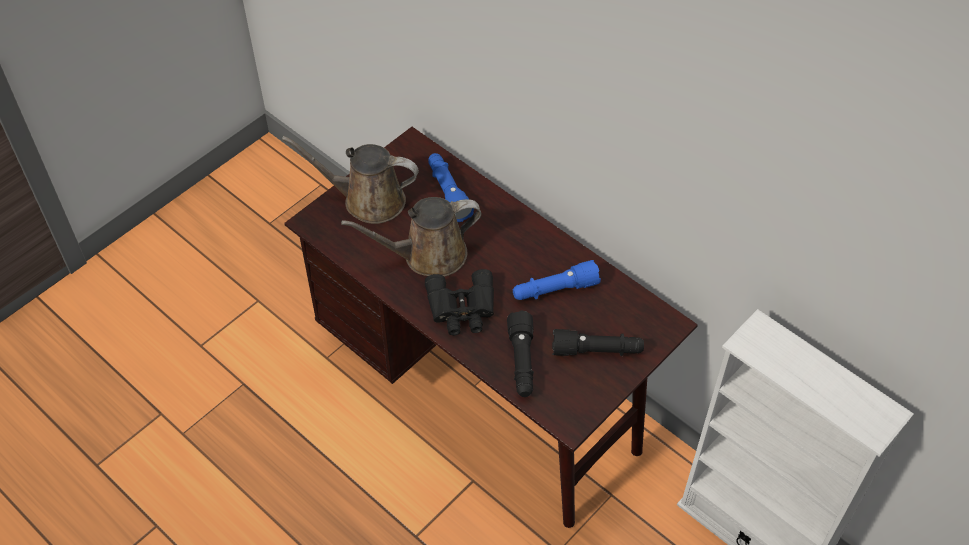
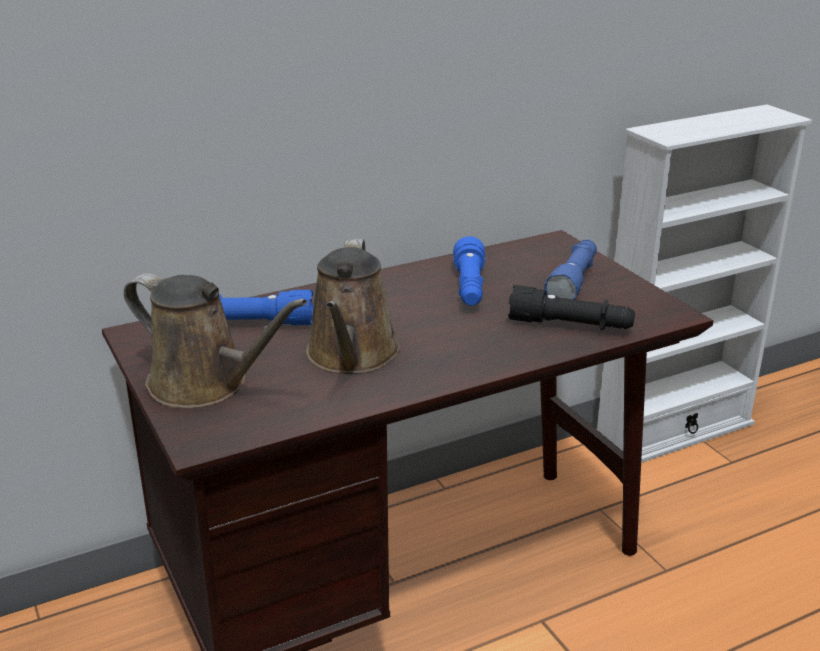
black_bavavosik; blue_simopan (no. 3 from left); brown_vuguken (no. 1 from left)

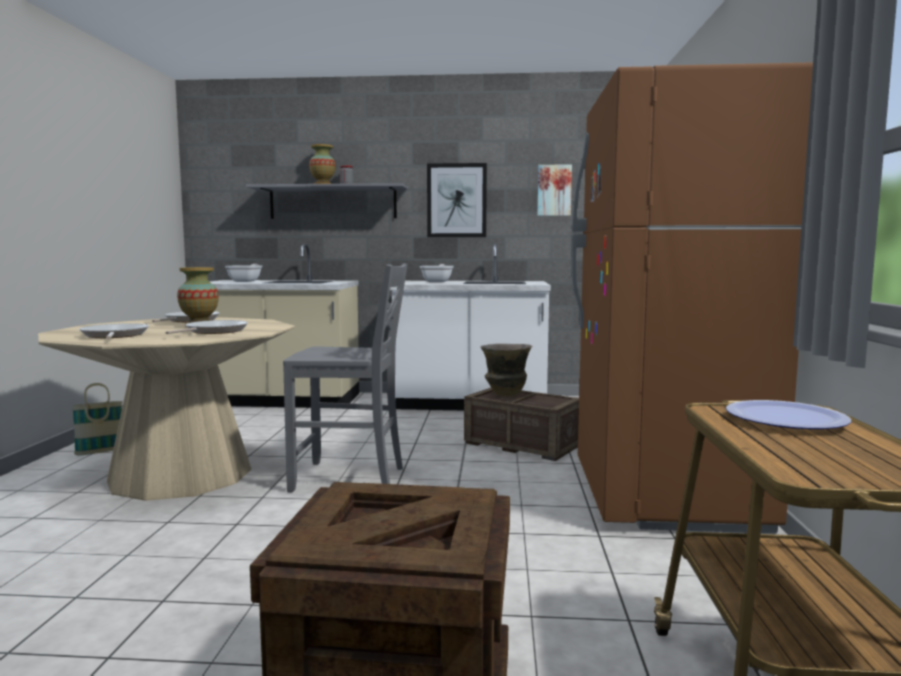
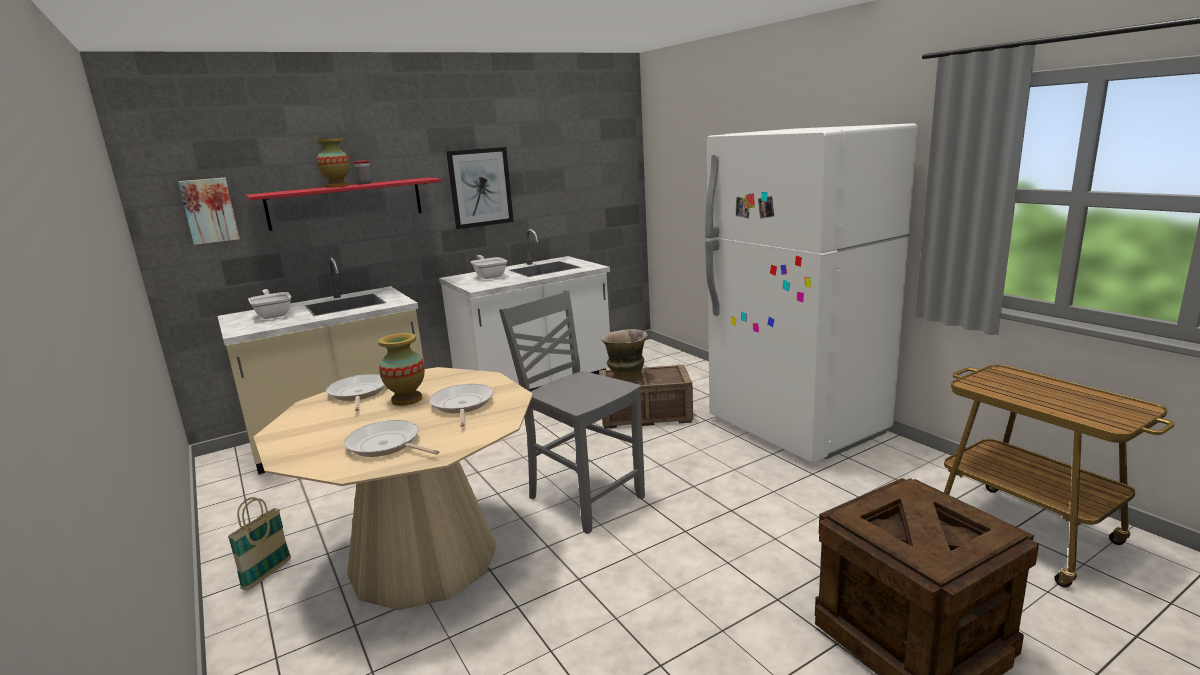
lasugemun; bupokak (no. 1 from left); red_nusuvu; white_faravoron; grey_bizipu

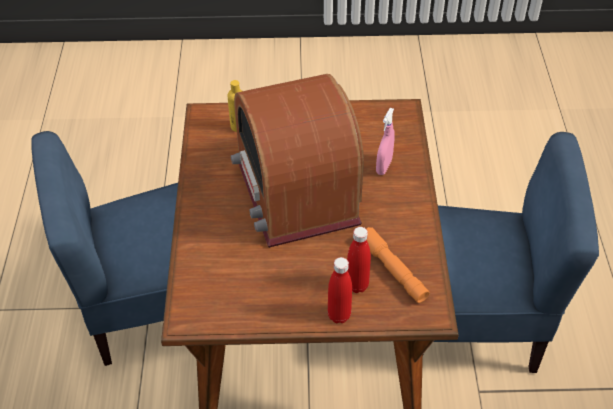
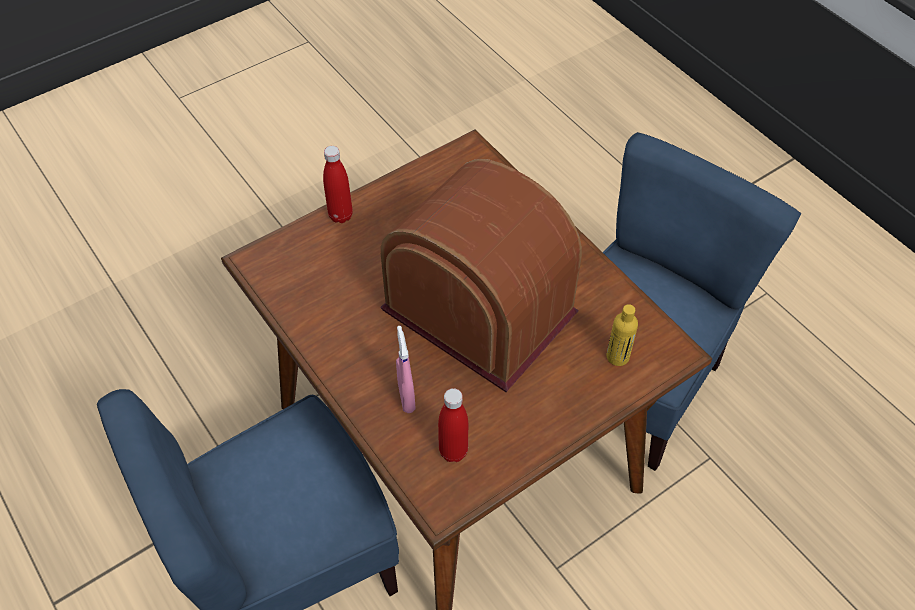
orange_simopan; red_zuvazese (no. 2 from left)

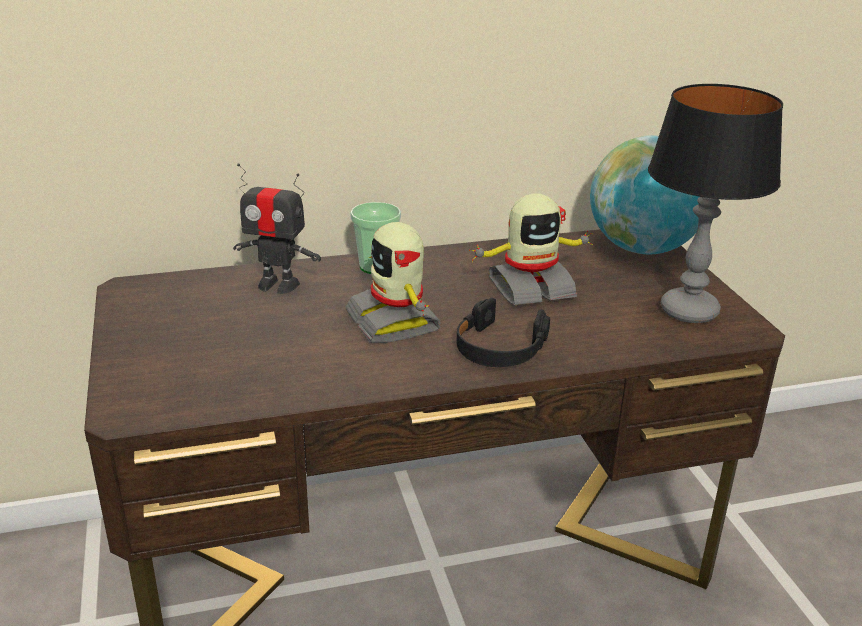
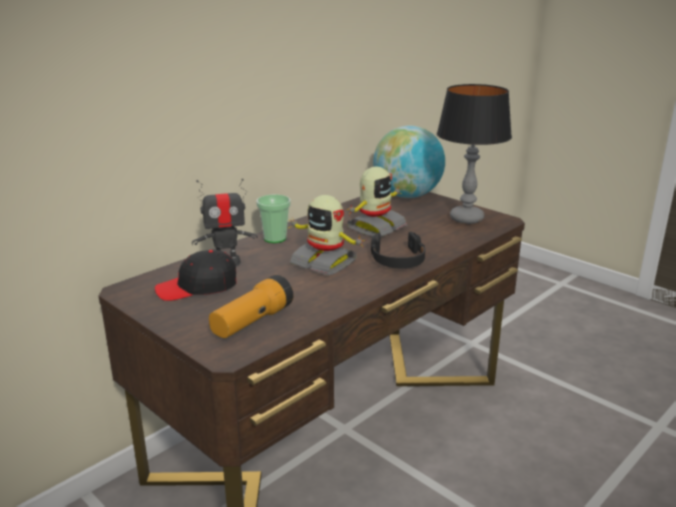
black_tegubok; simopan

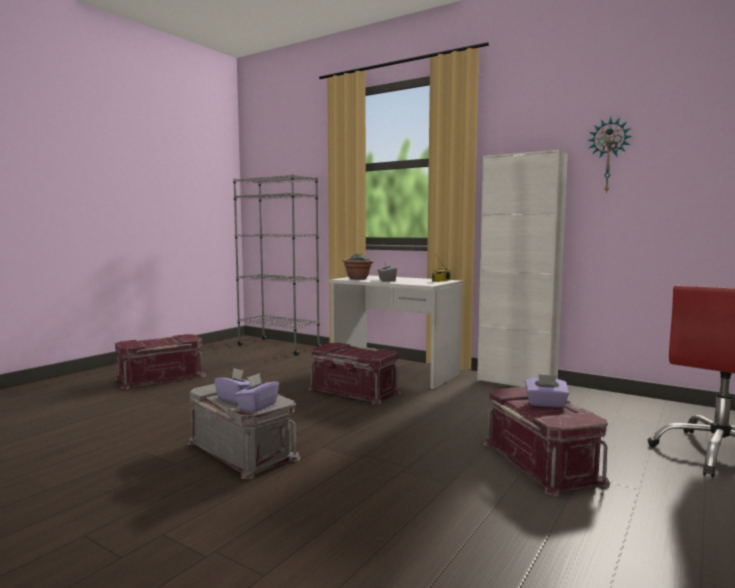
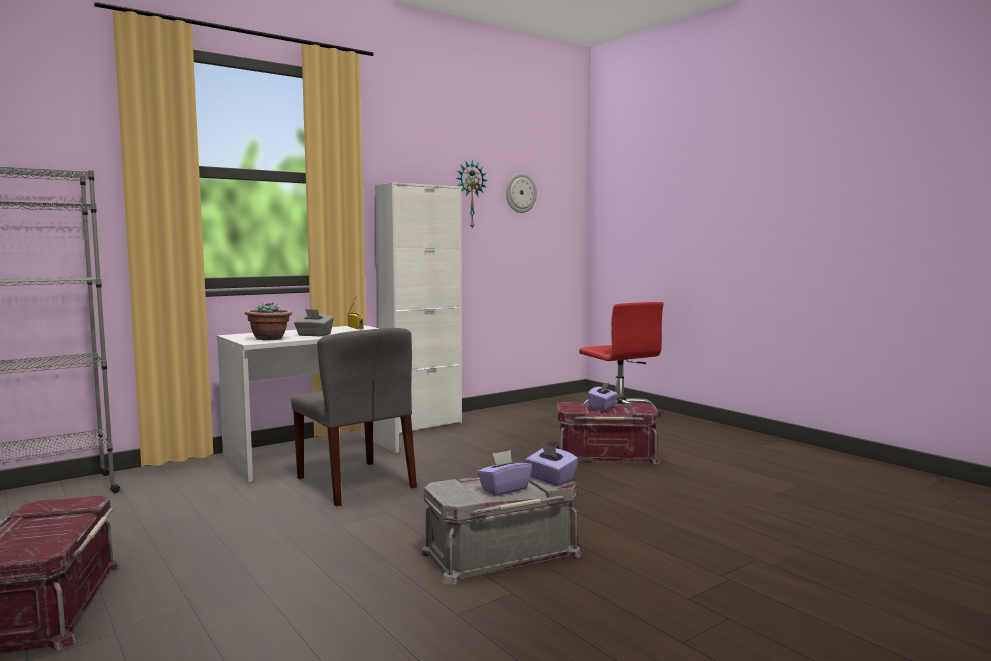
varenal (no. 2 from left); grey_bizipu

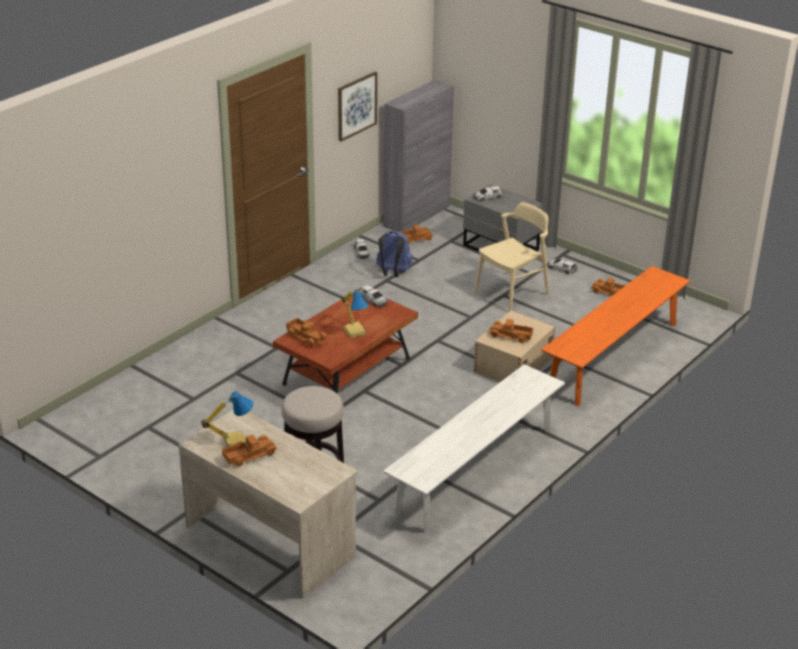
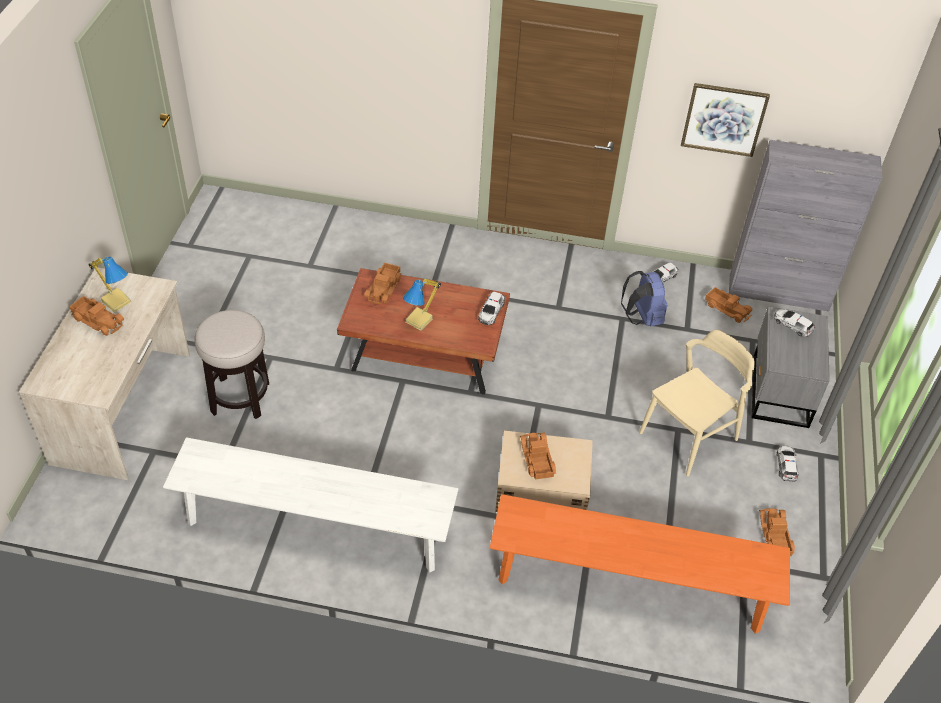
beige_bizipu

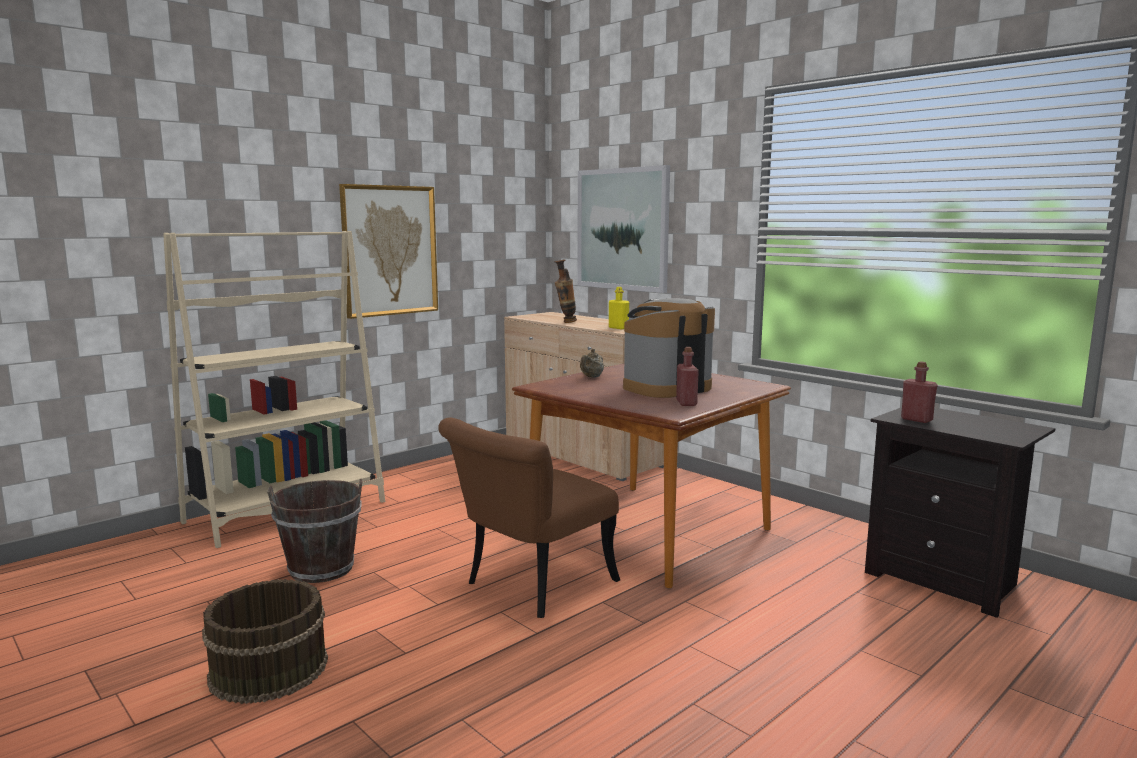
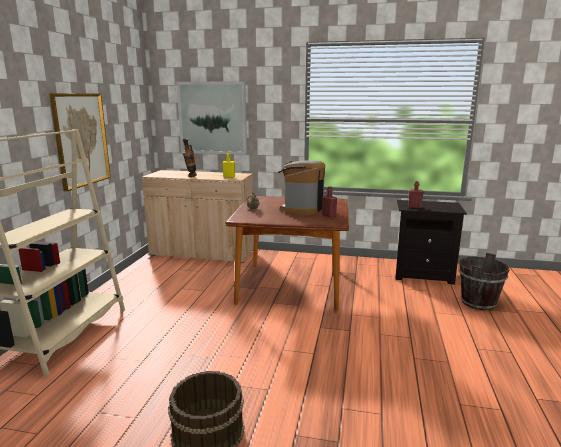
brown_bizipu; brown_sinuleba (no. 2 from left)

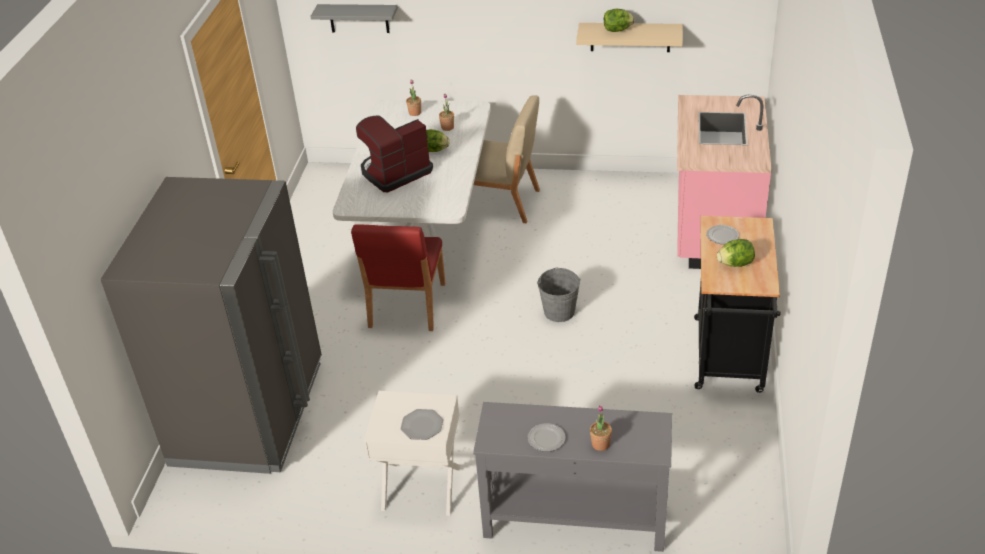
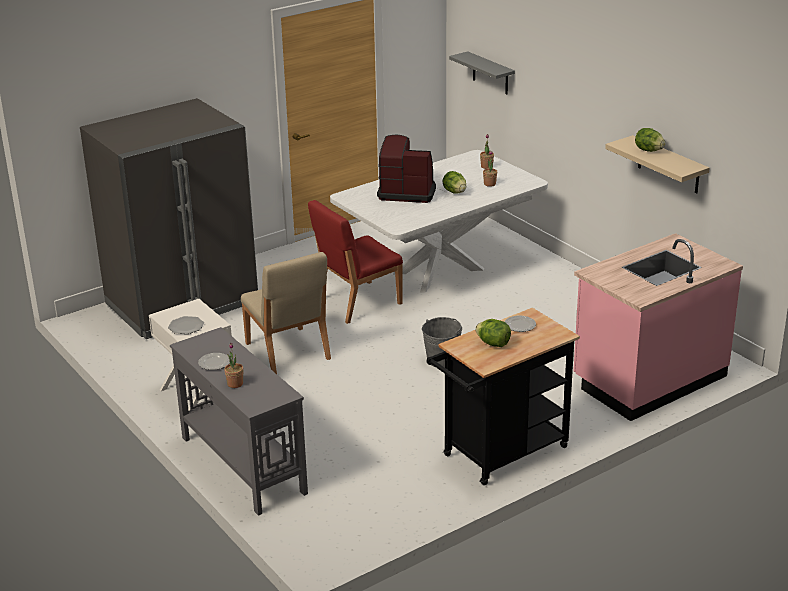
beige_bizipu

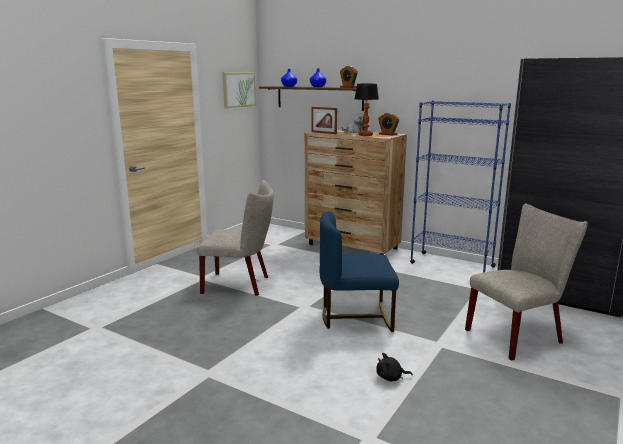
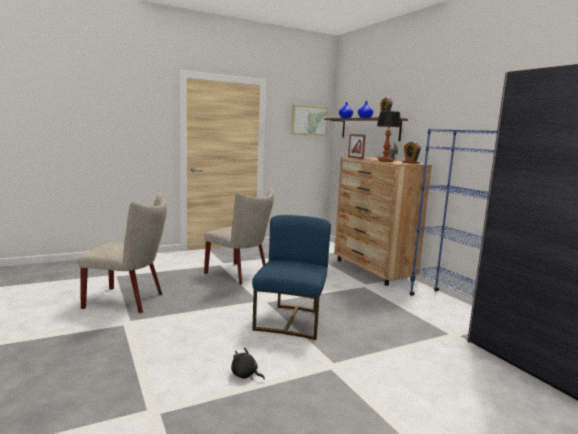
beige_bizipu (no. 1 from left); blue_bizipu

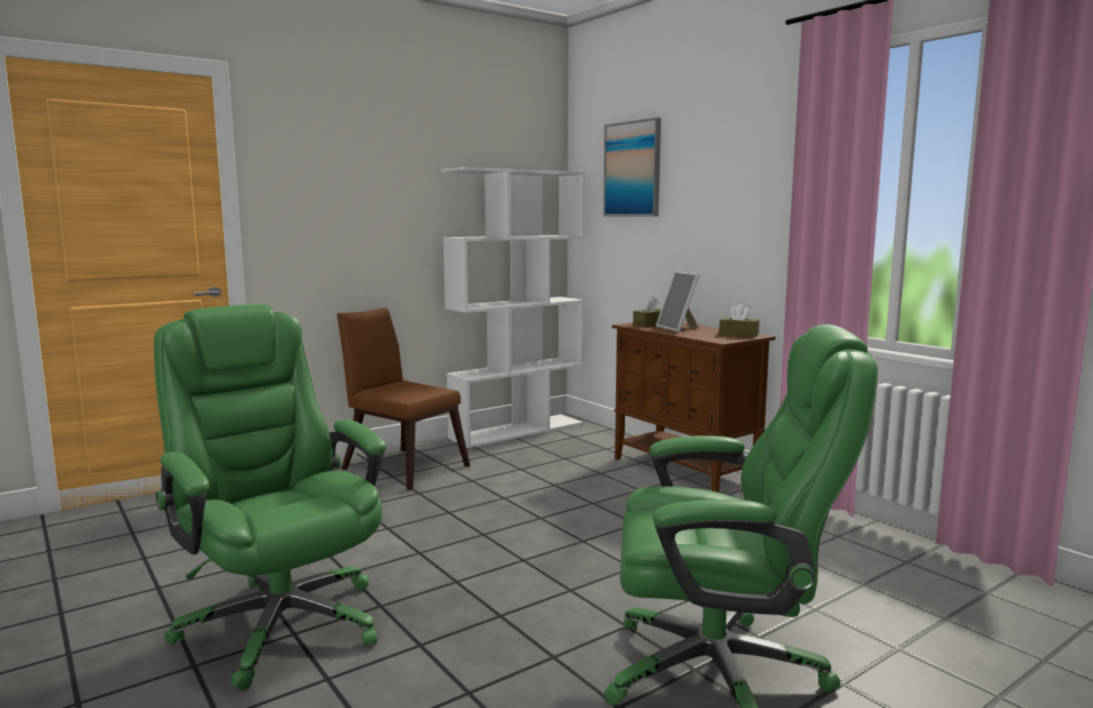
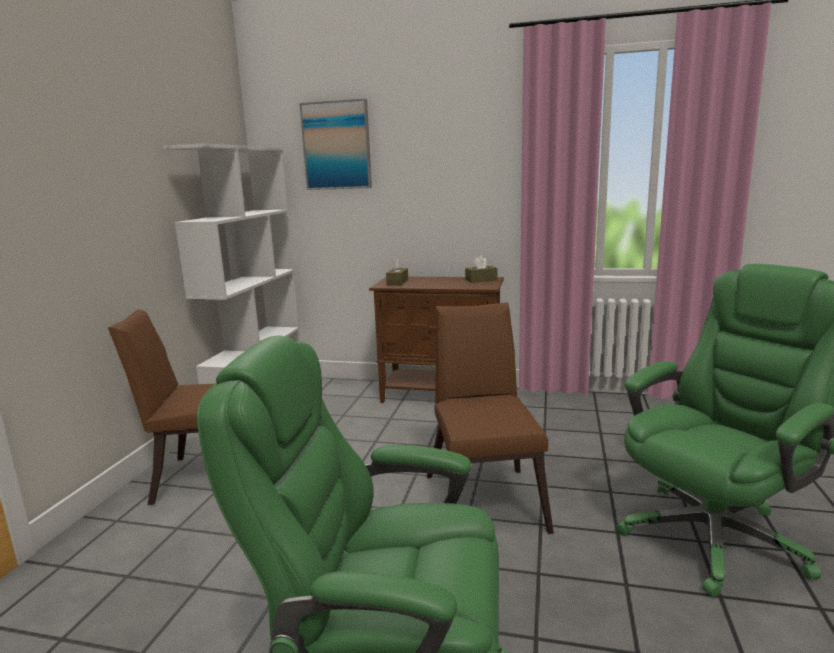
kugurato; brown_bizipu (no. 2 from left)

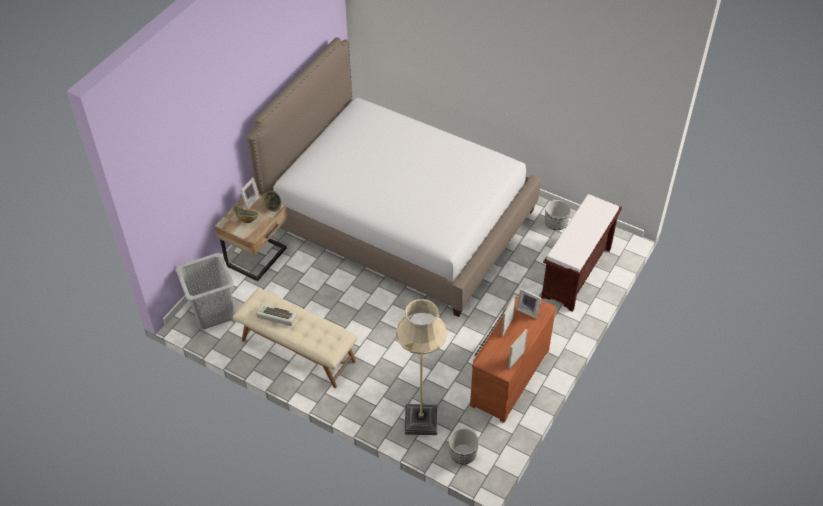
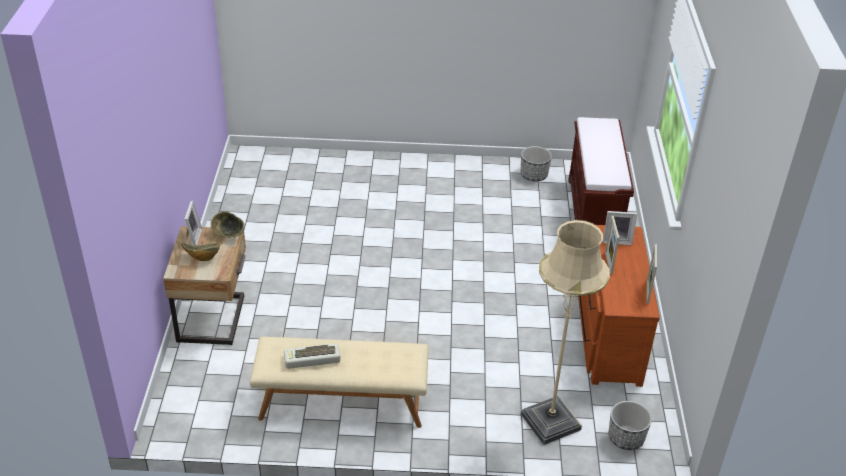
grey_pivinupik; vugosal

